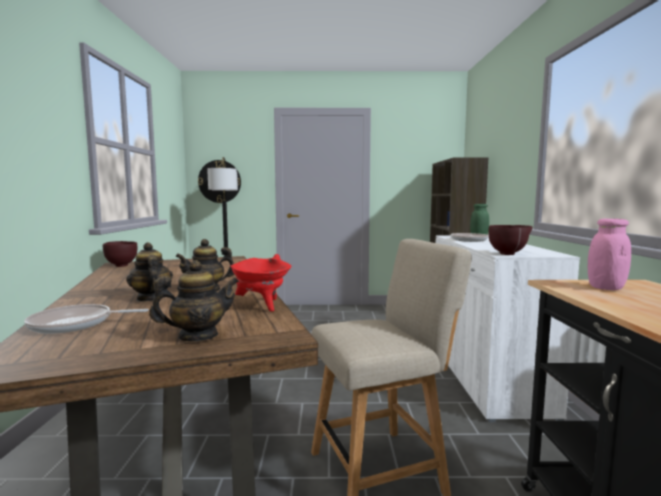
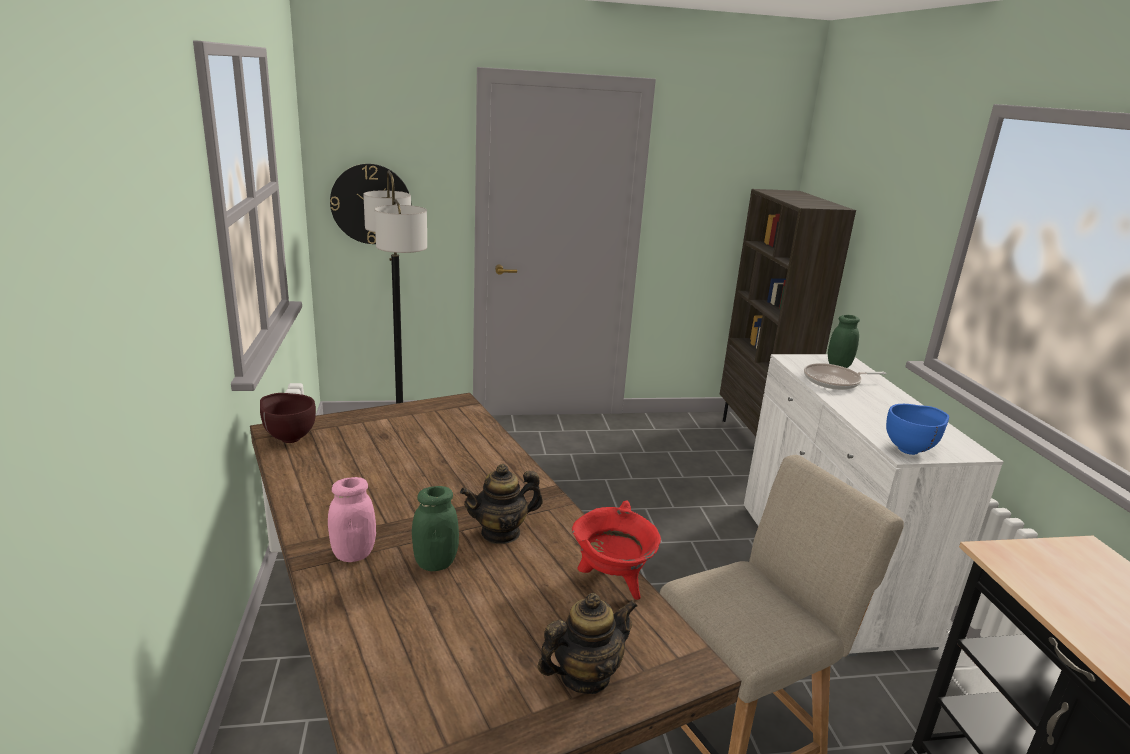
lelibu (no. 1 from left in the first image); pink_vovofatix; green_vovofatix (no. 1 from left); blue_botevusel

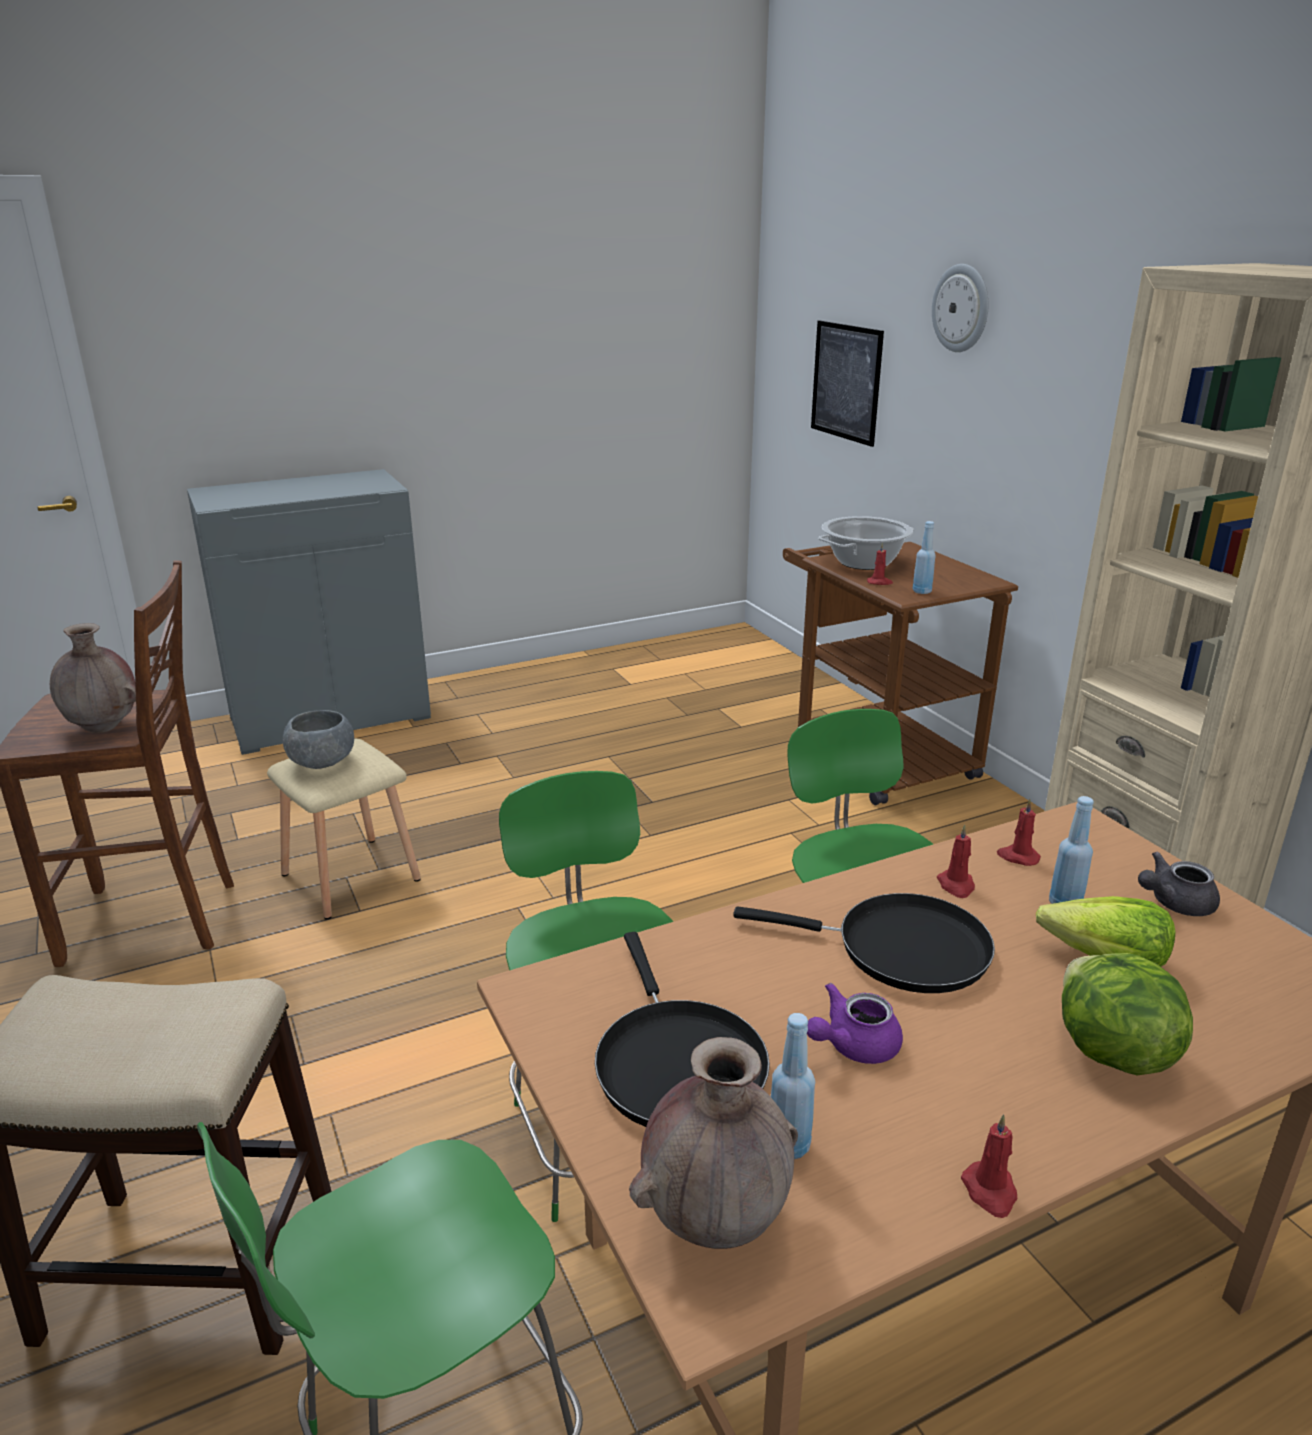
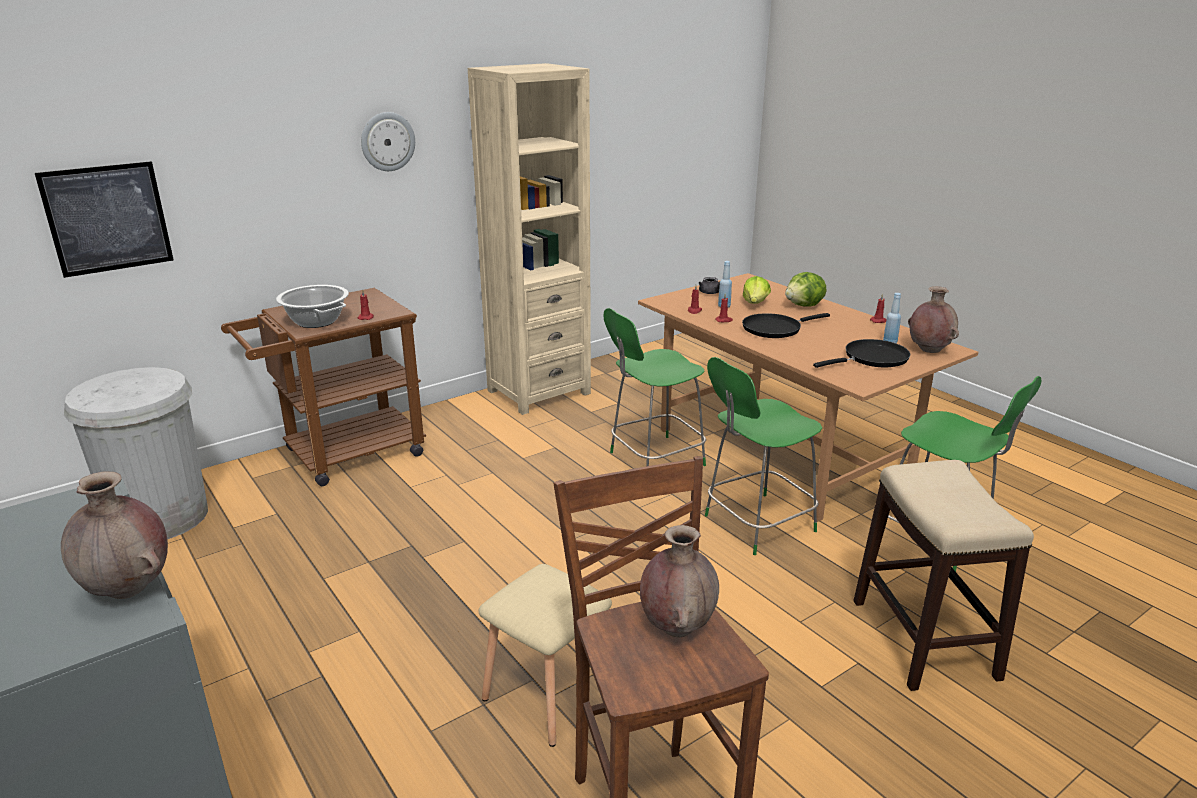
grey_botevusel; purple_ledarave; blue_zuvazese (no. 2 from left in the first image); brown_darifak (no. 1 from left); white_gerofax; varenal; black_lelibu (no. 1 from left)

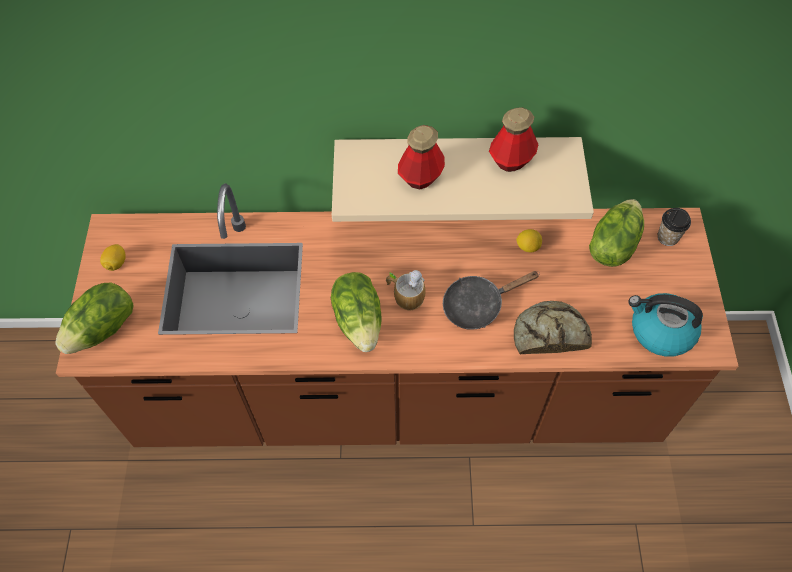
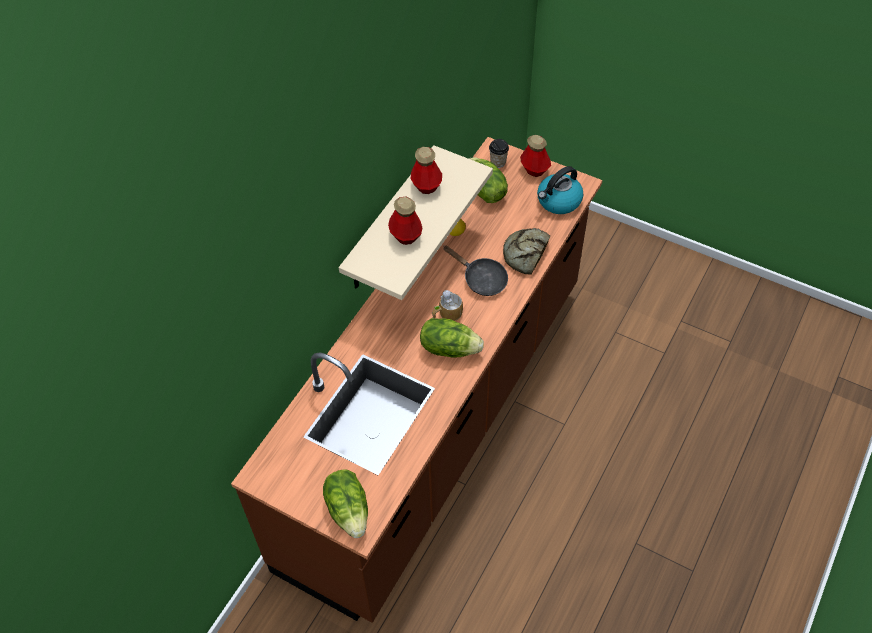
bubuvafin (no. 1 from left in the first image); zuvazese (no. 3 from left); black_lelibu

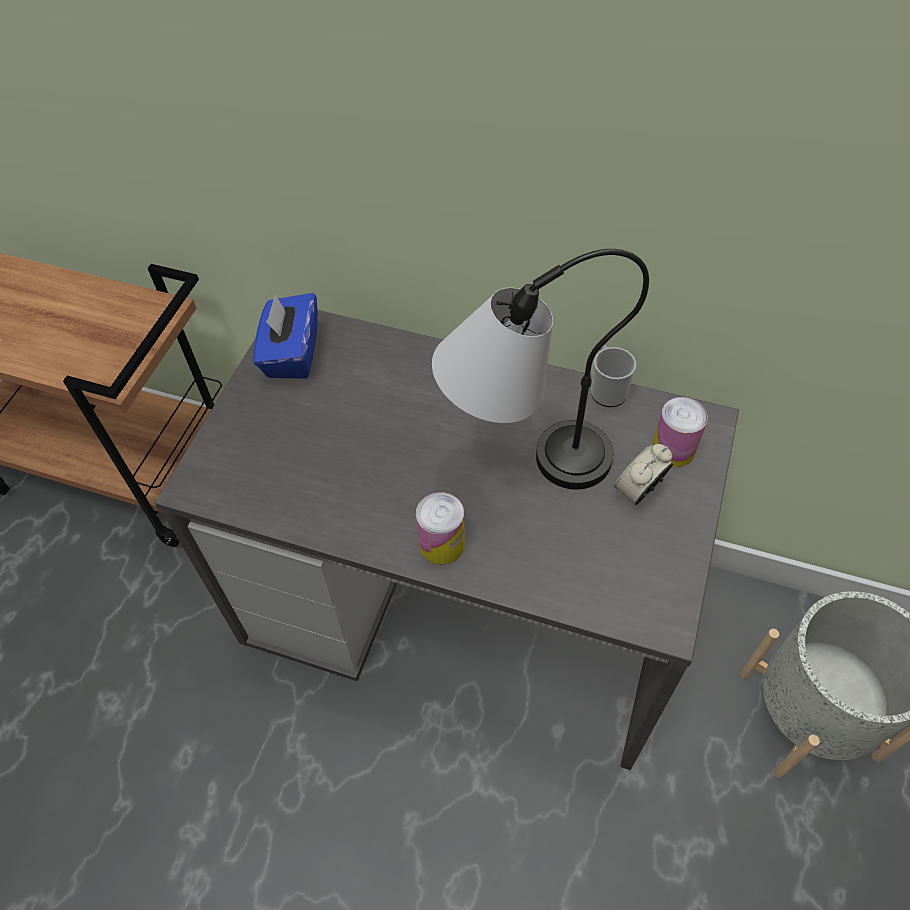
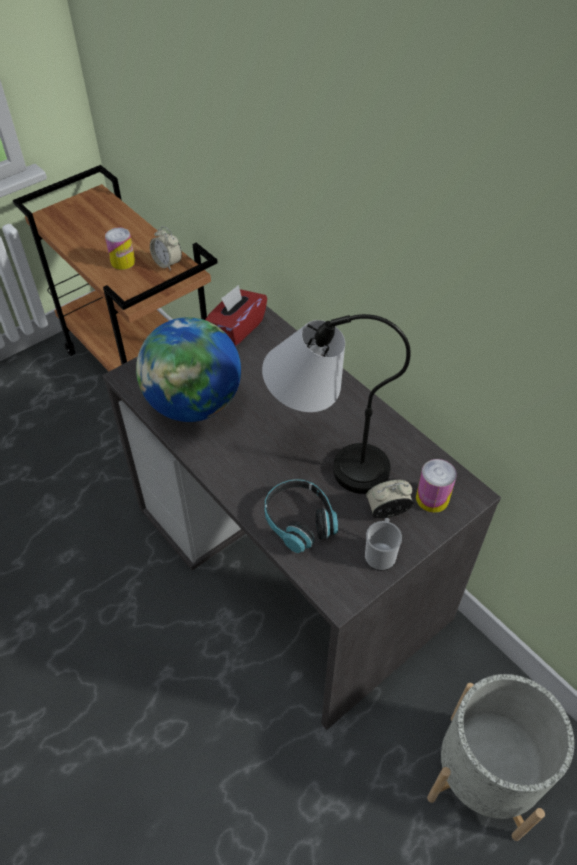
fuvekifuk; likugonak (no. 1 from left); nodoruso; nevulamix (no. 1 from left); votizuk; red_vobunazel

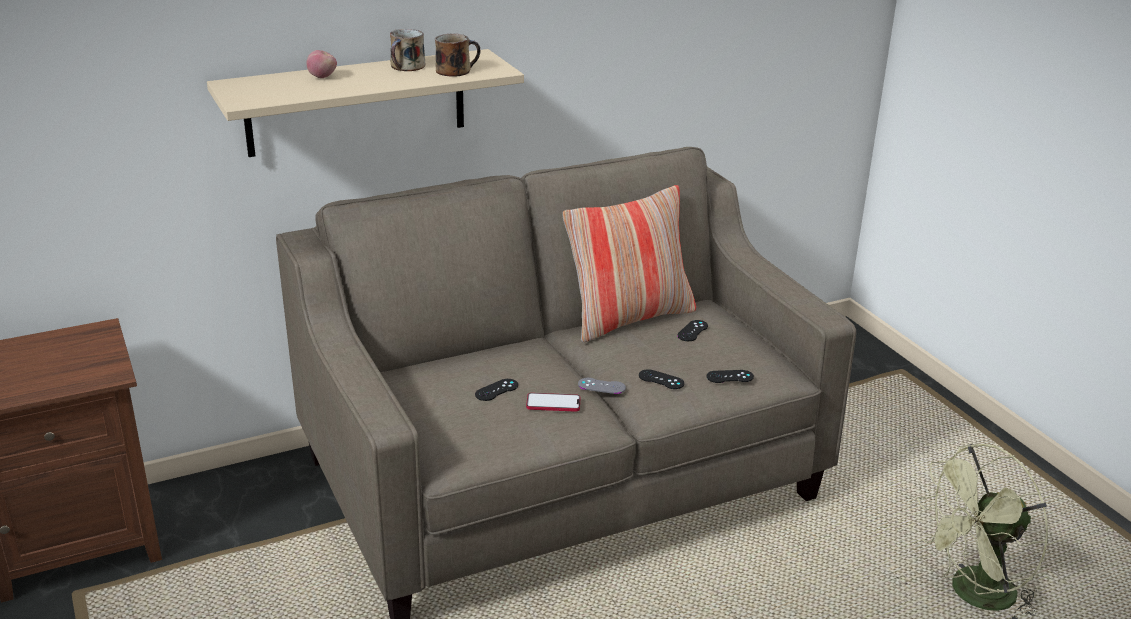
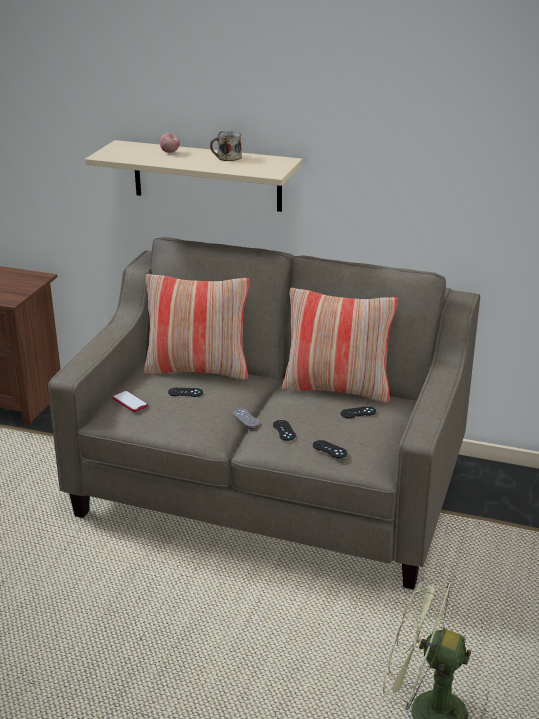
votizuk (no. 2 from left in the first image); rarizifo (no. 1 from left); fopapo

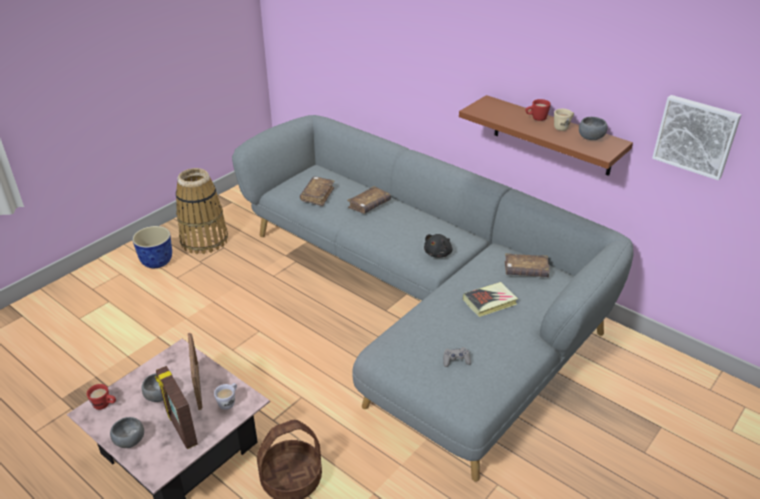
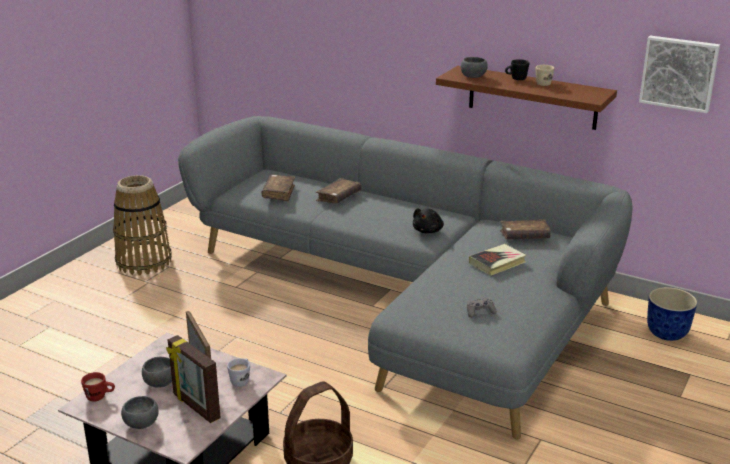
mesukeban; grey_botevusel (no. 3 from left); black_votizuk

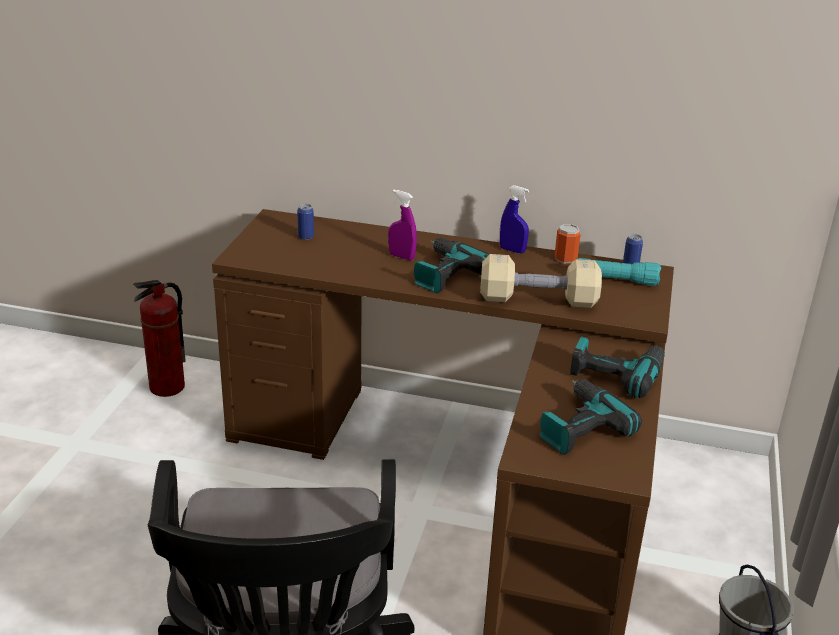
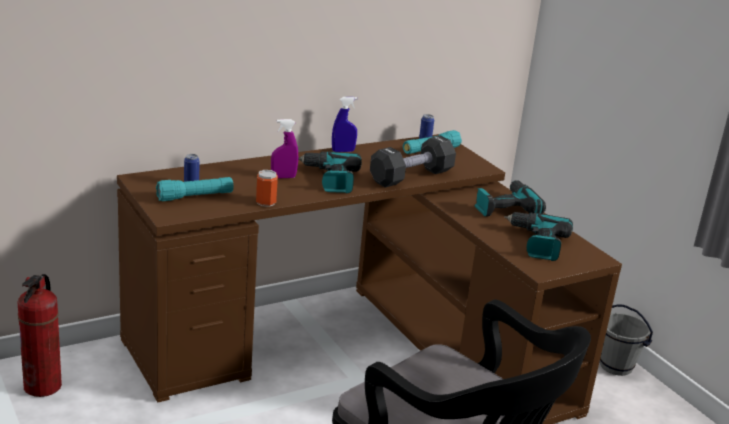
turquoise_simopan (no. 1 from left); nevulamix (no. 2 from left); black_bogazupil

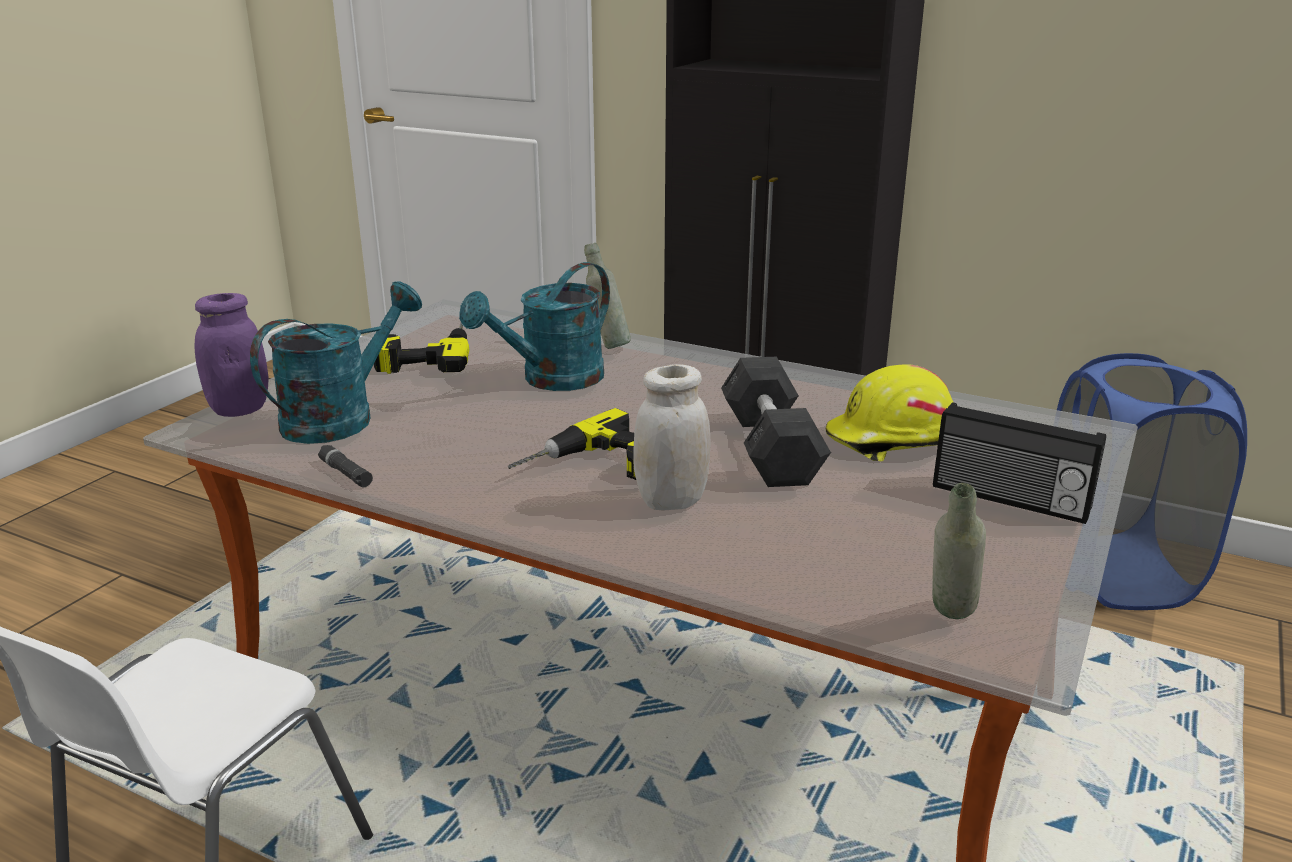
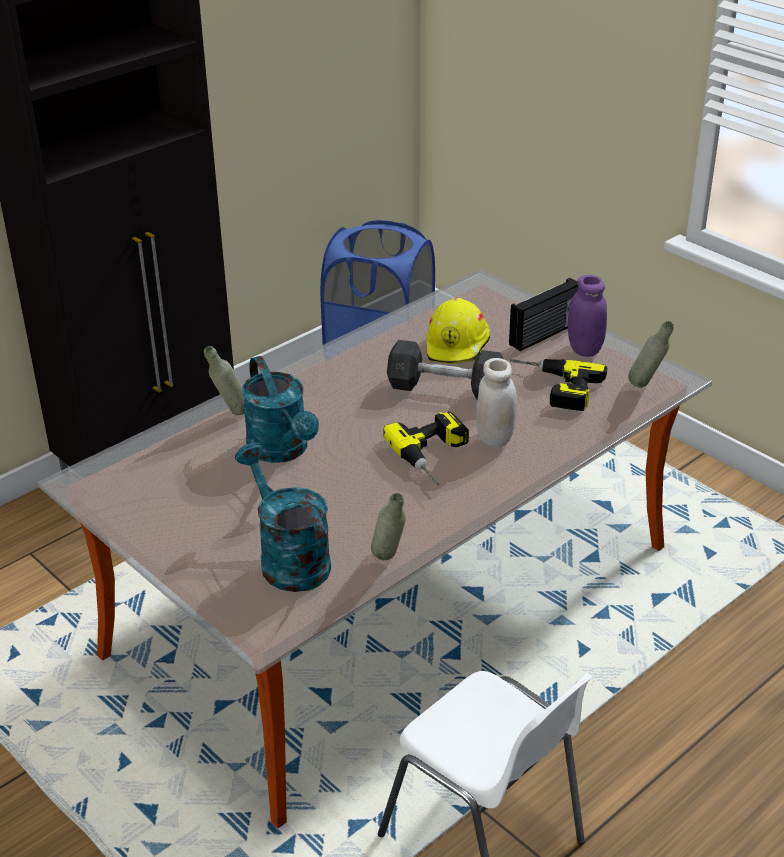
purple_vovofatix; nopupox (no. 2 from left); grey_zuvazese (no. 2 from left)

